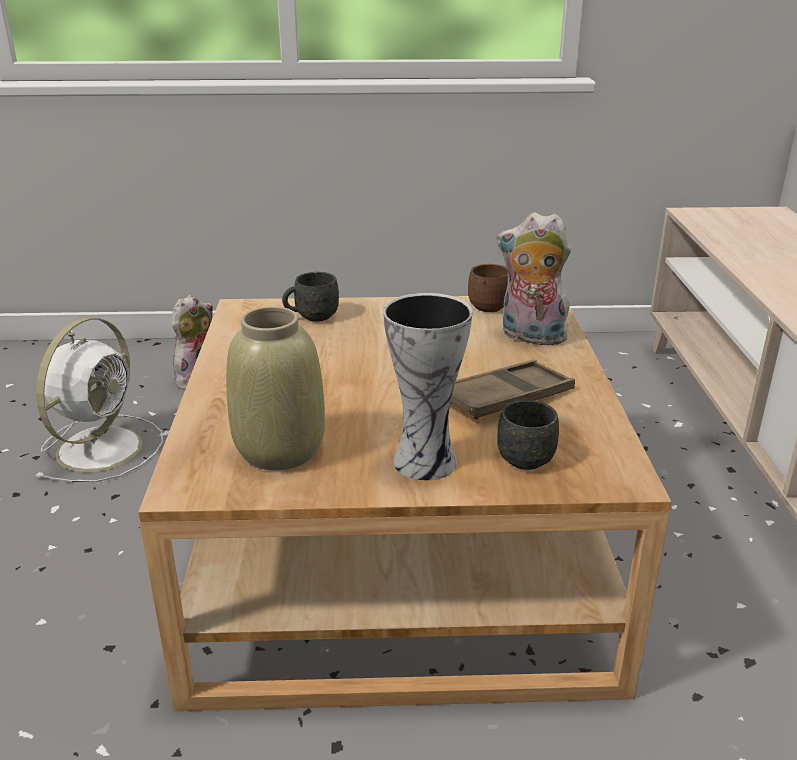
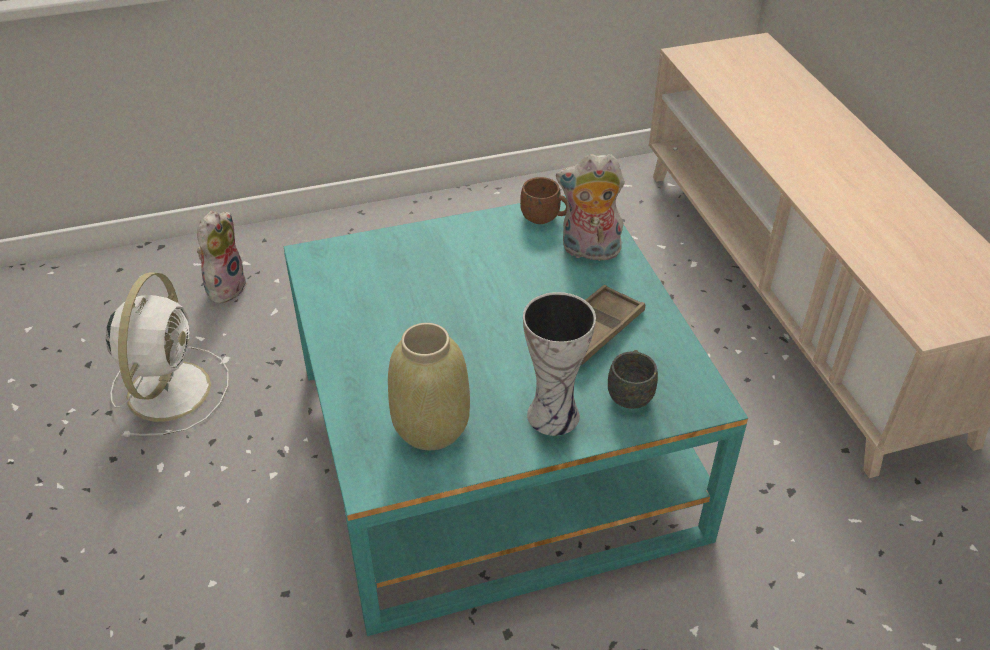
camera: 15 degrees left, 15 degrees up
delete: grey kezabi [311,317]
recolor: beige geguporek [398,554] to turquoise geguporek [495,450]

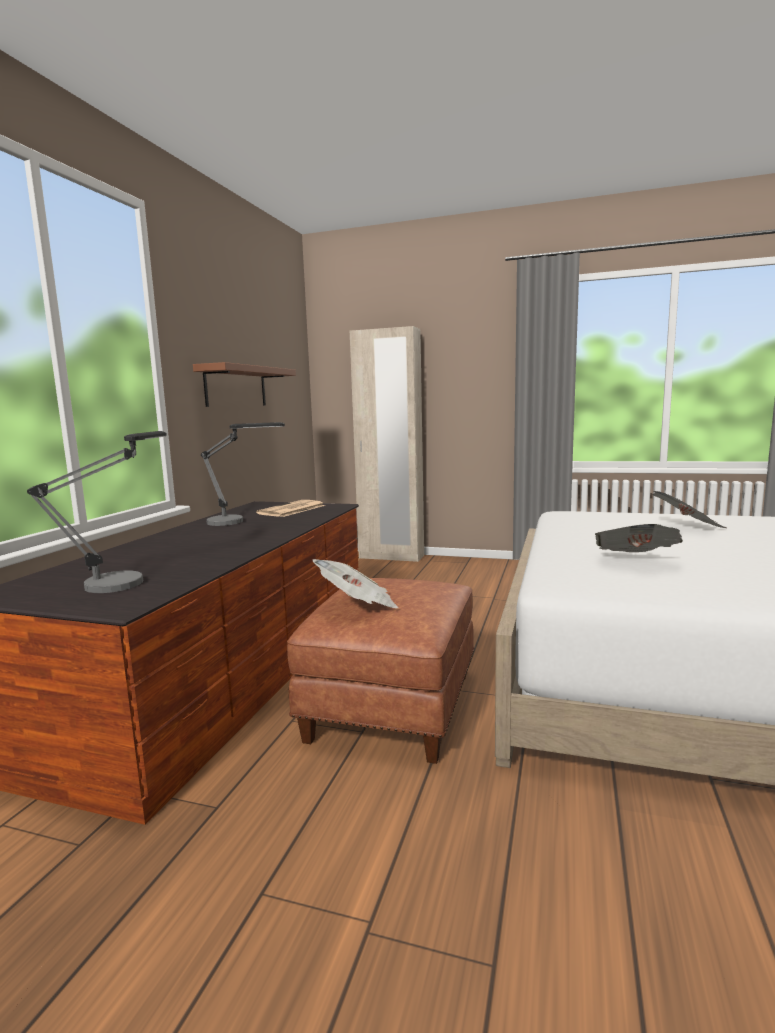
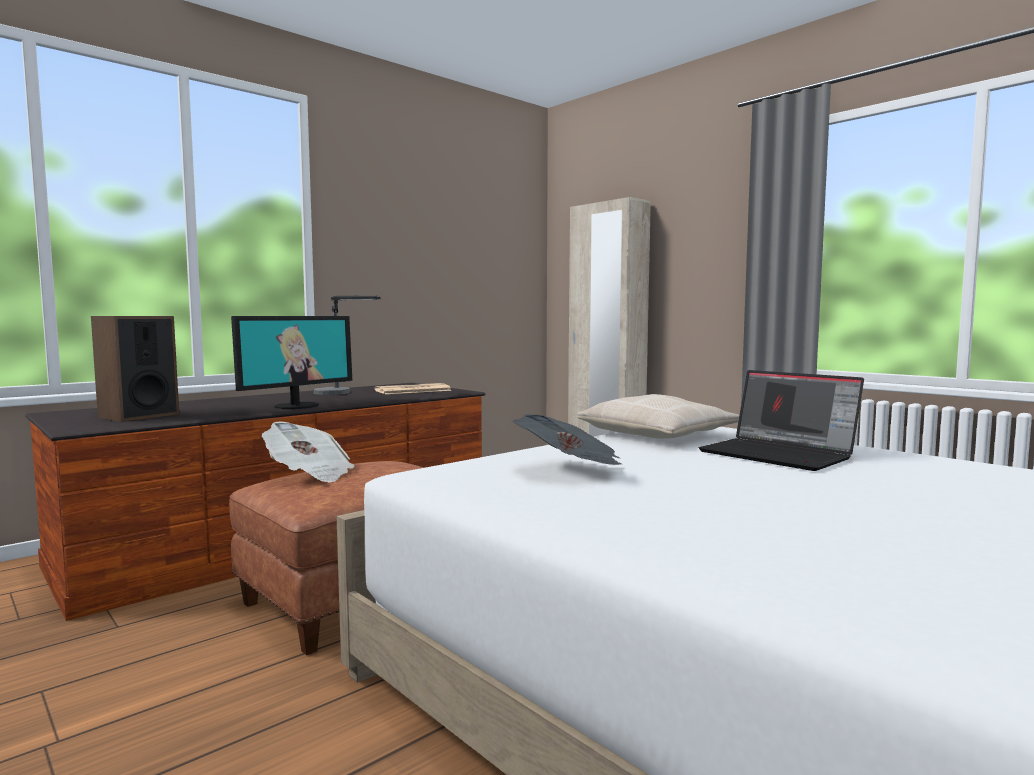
camera: 30 degrees right, 5 degrees down
delete: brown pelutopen [236,387]
insert: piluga [296,406]; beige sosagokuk [658,435]
replace: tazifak [125,579] to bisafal [138,416]; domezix [687,528] to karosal [780,455]

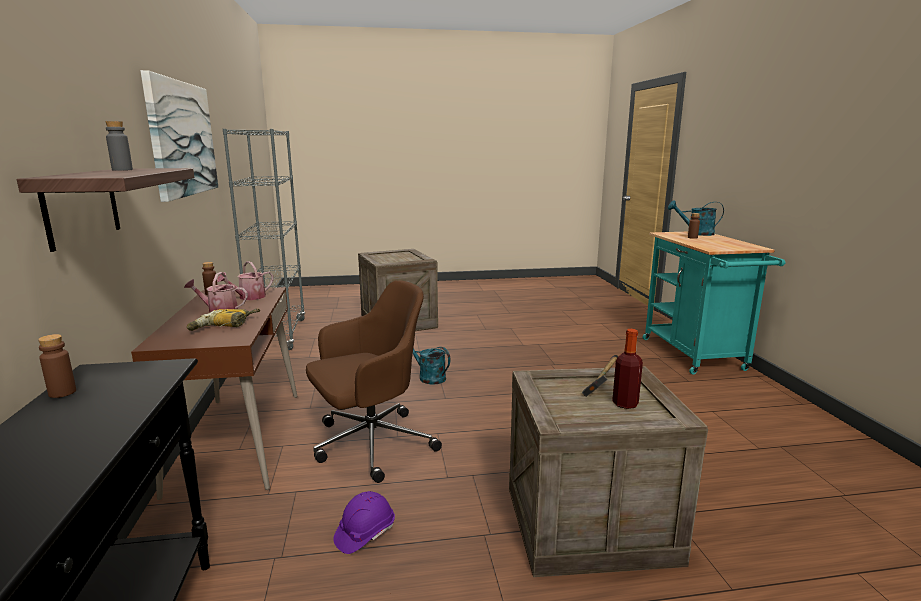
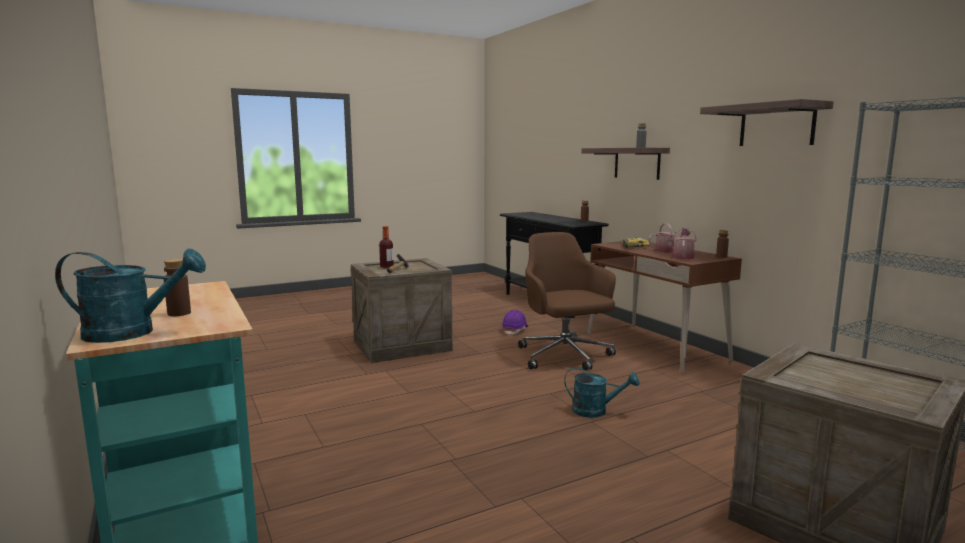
camera: 160 degrees right, 5 degrees down
replace: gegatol [182,138] to pelutopen [776,125]
rotate: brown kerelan [370,444] = [565,356] 120 degrees clockwise

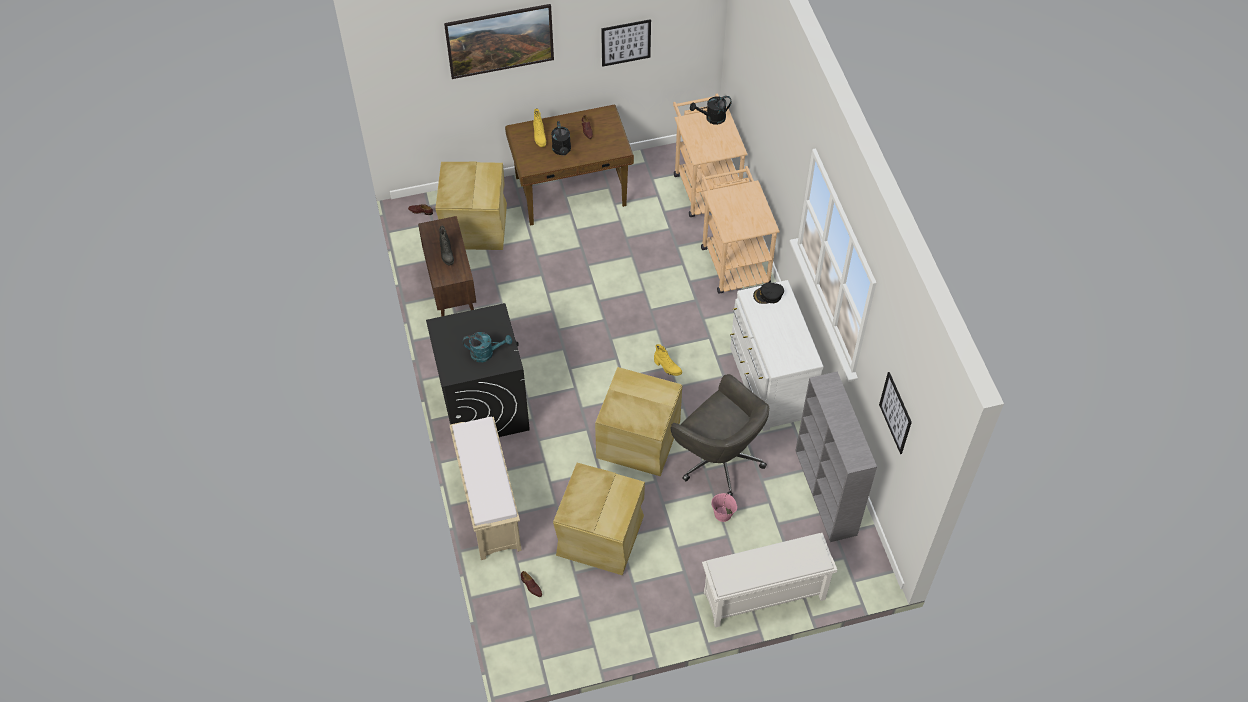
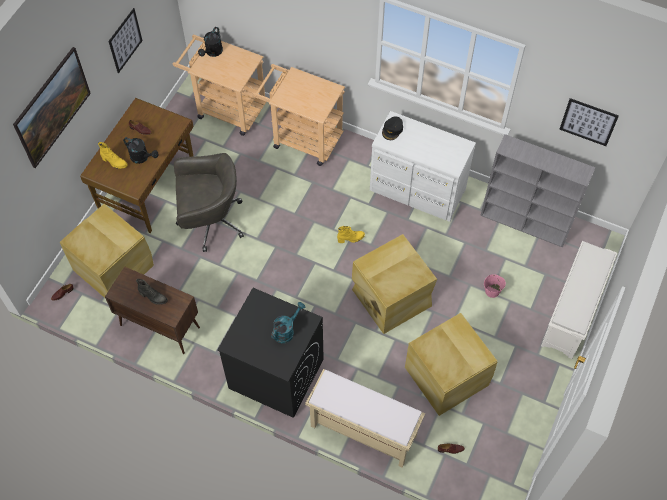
camera: 50 degrees left, 5 degrees up
move: grey kerelan [719,459] to [210,221]

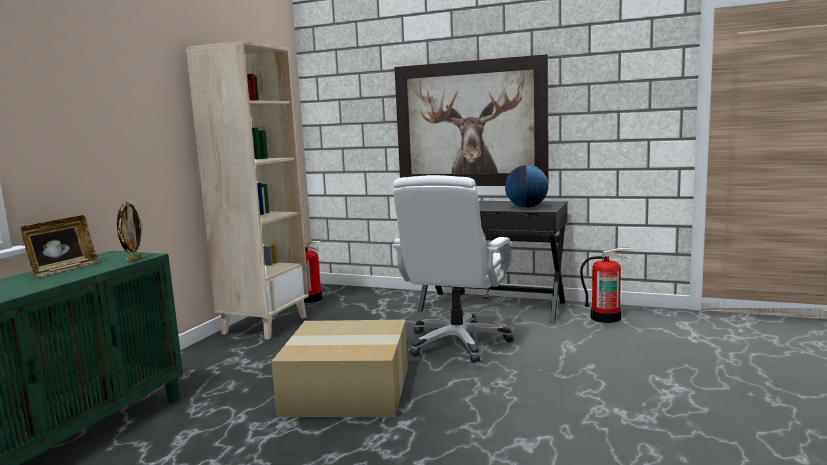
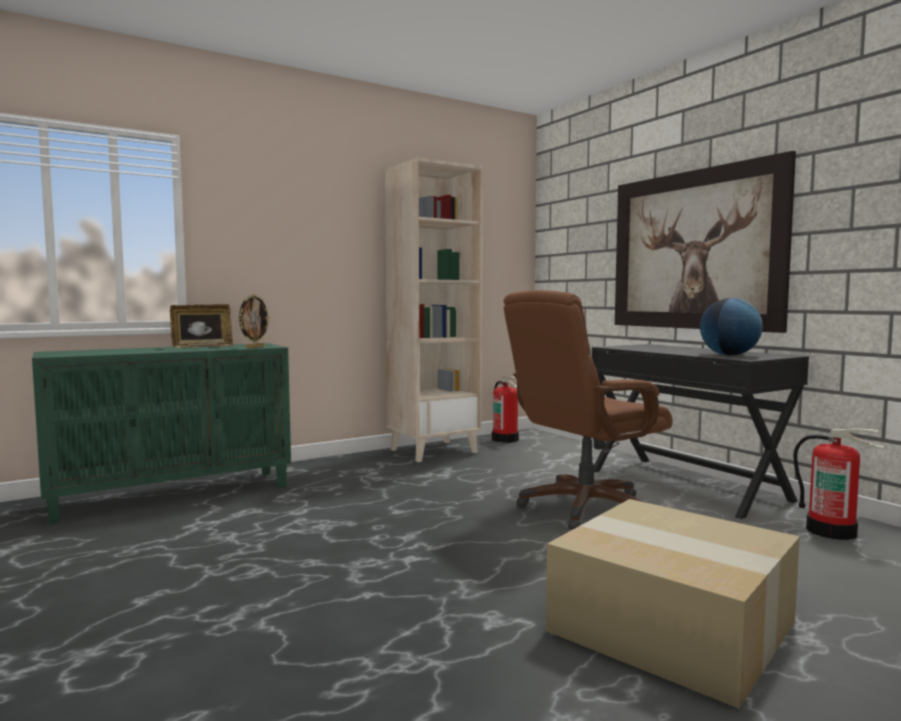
camera: 35 degrees right, 5 degrees down
move: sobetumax [345,391] to [667,626]
recolor: white kerelan [457,343] to brown kerelan [584,508]

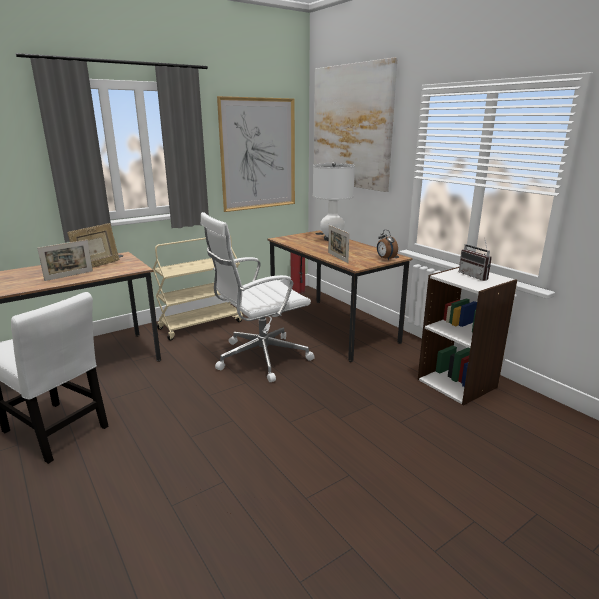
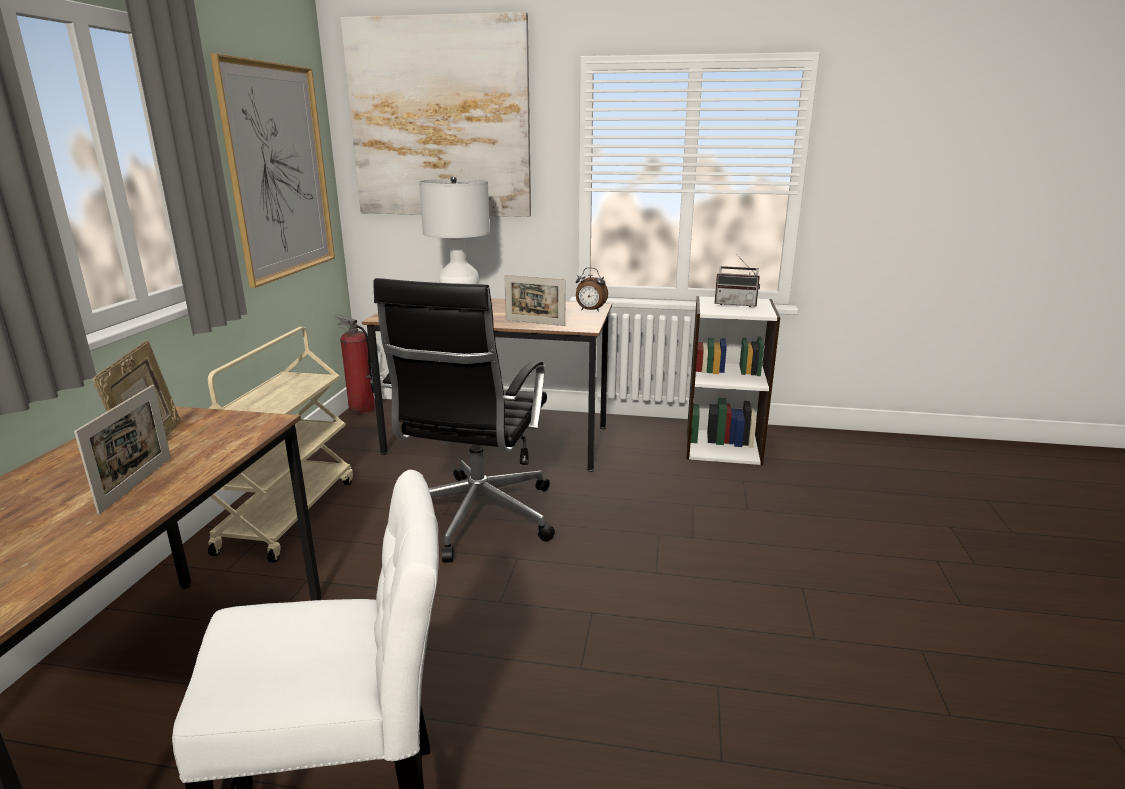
camera: 45 degrees left, 0 degrees up
recolor: white kerelan [259,358] to black kerelan [476,518]

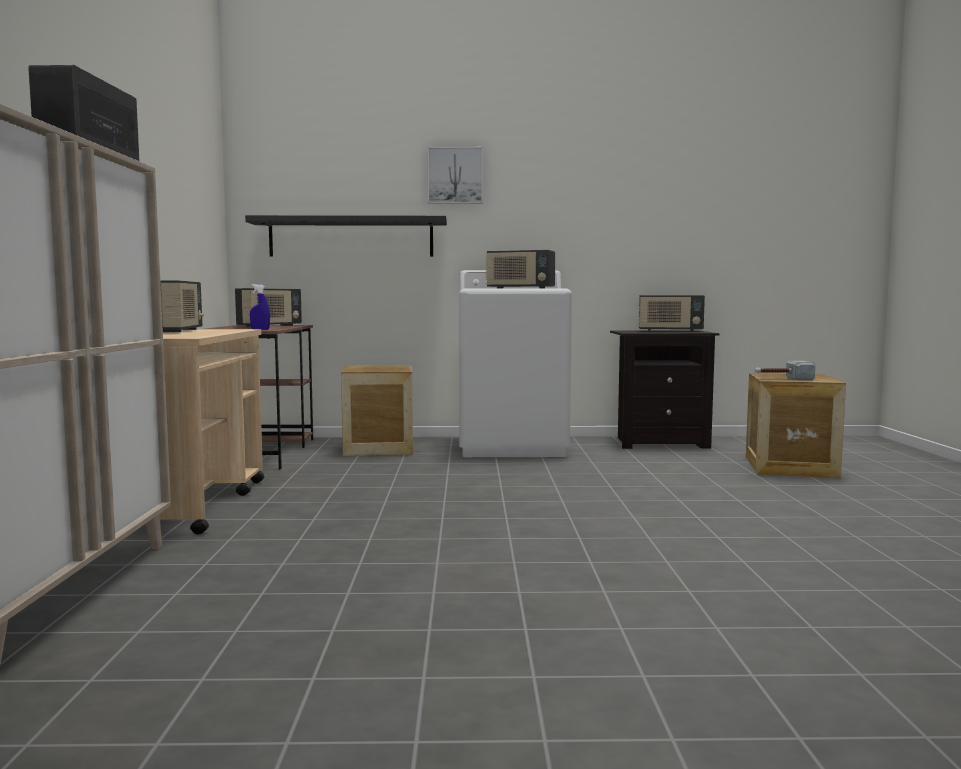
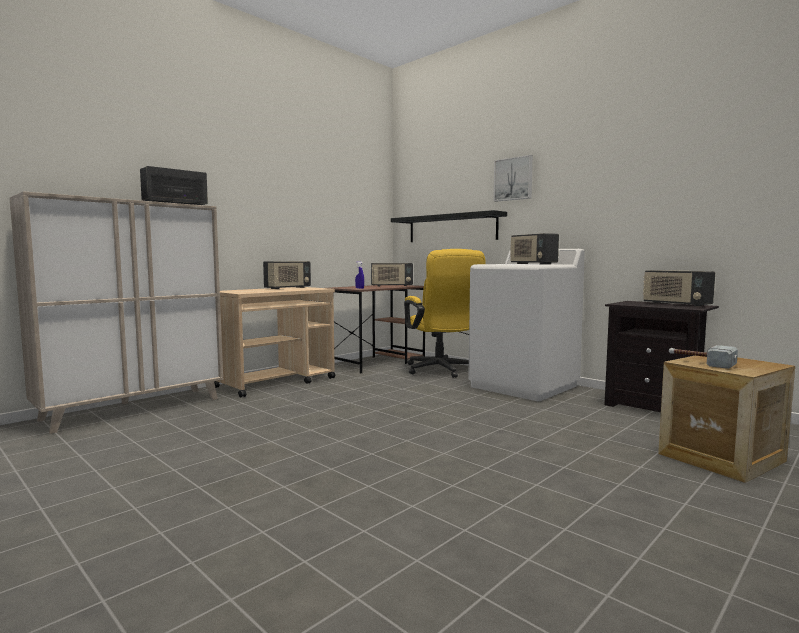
camera: 45 degrees right, 0 degrees up
replace: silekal [379,447] to yellow kerelan [442,371]

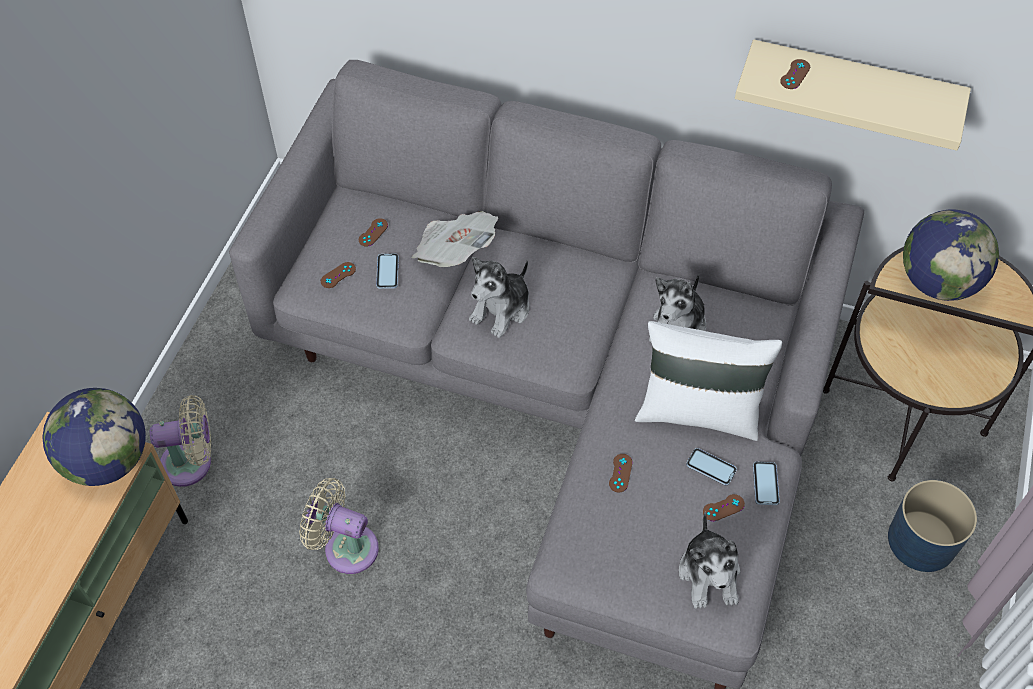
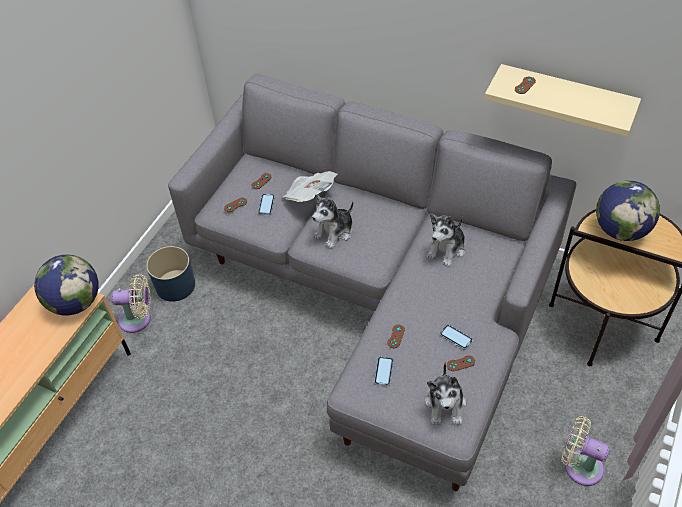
camera: 10 degrees right, 5 degrees down
delete: white sosagokuk [698,411]
move: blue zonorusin [922,541] to [175,286]; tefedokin [765,484] to [383,371]; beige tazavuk [346,547] to [579,465]

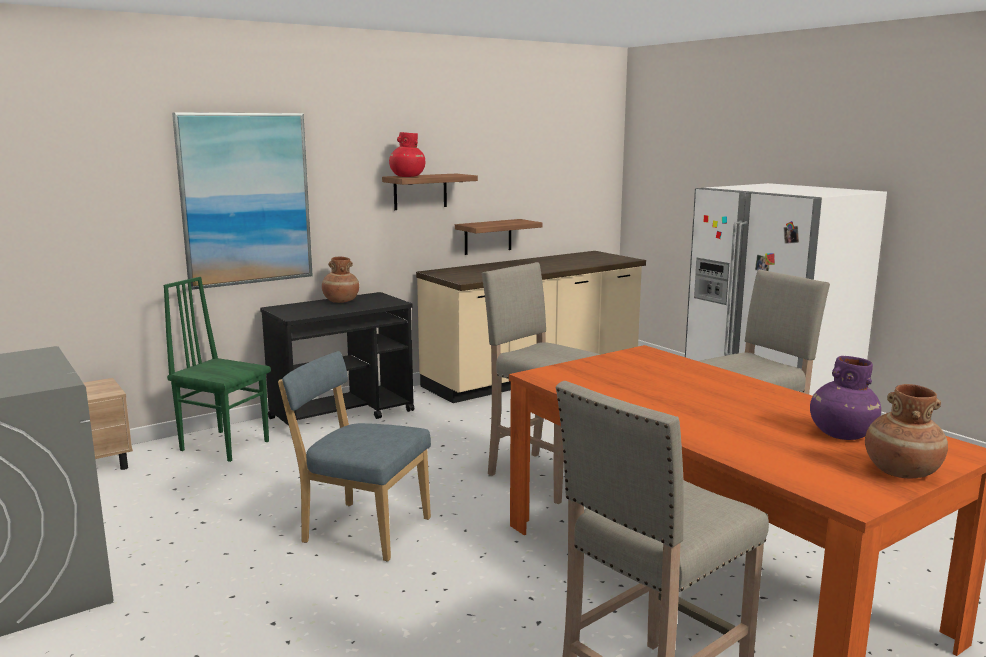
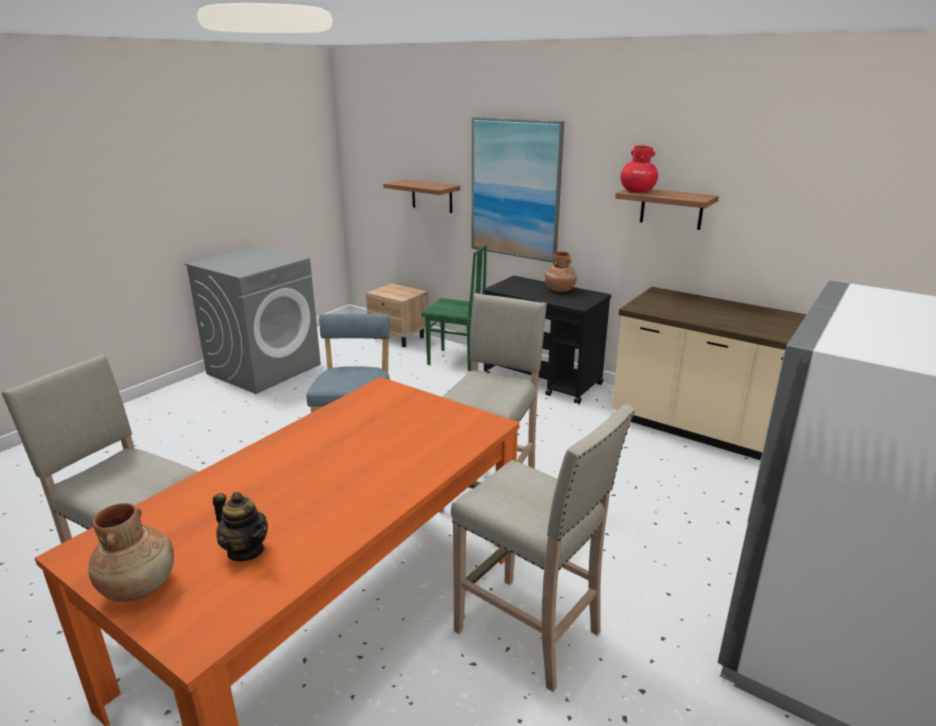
camera: 70 degrees right, 10 degrees up
move: pelutopen [488,236] to [432,196]
replace: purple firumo [841,434] to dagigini [246,550]
rotate: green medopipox [225,445] = [455,360] 105 degrees clockwise

